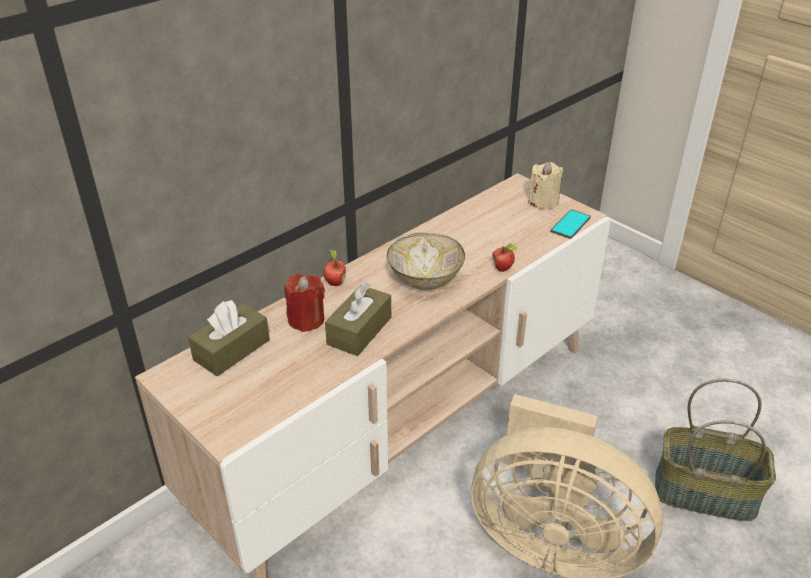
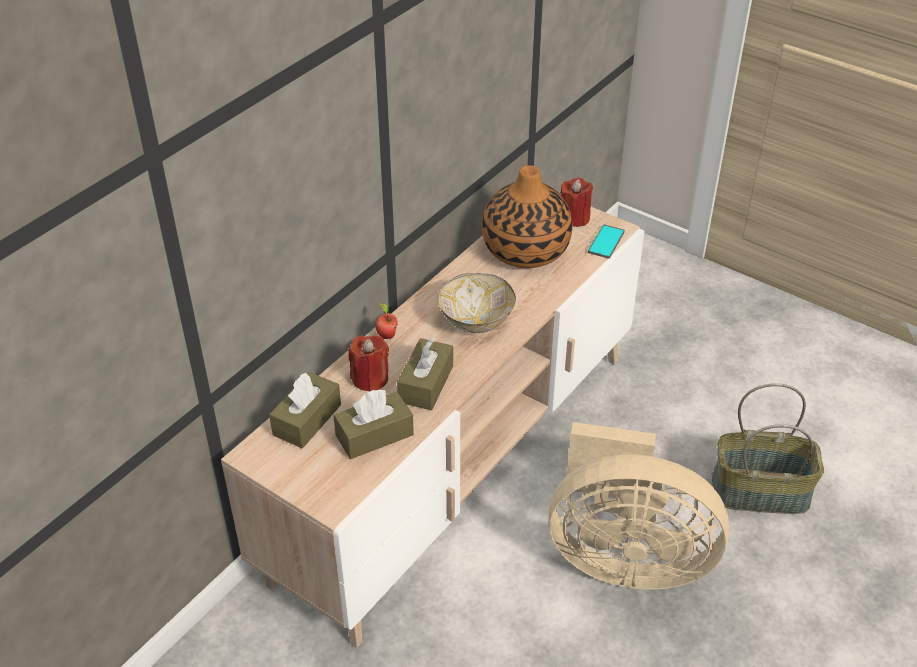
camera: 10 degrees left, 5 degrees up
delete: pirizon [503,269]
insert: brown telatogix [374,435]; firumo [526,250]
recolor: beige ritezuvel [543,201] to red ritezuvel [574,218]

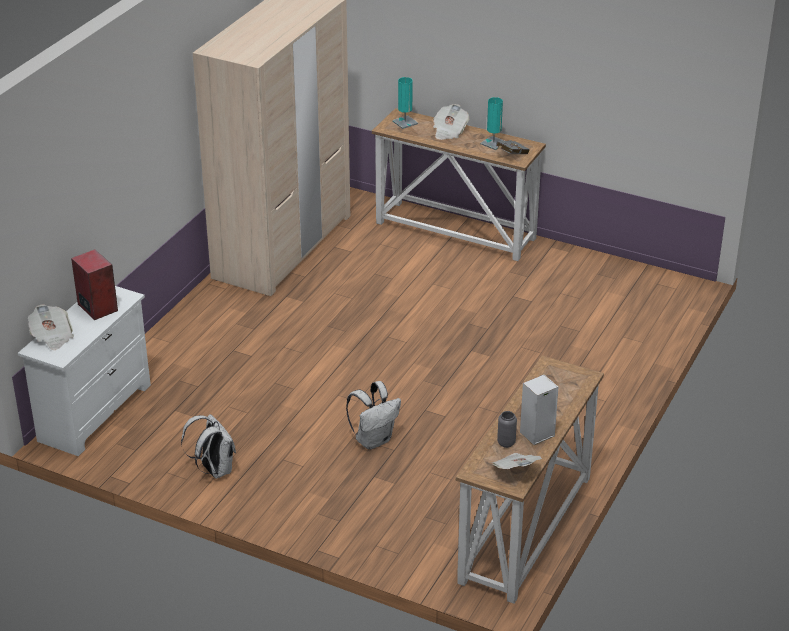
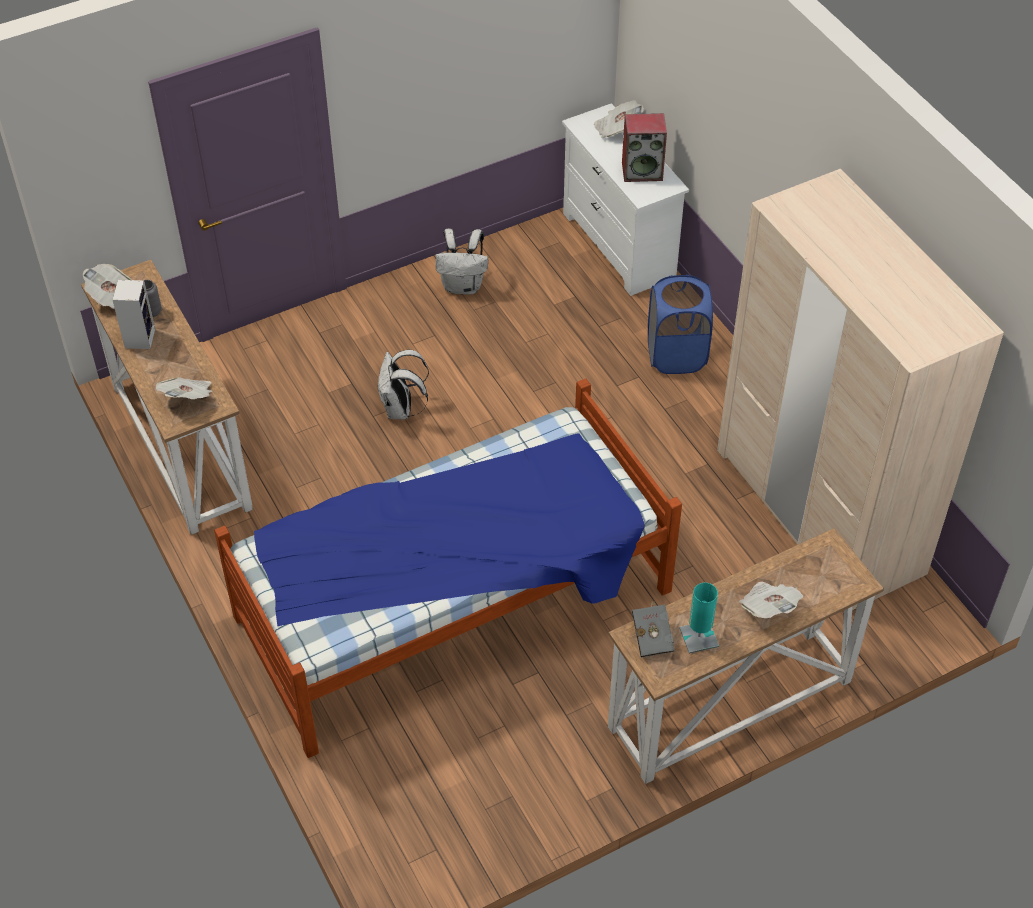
camera: 125 degrees right, 15 degrees up
delete: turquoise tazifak [405,122]
insert: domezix [188,397]; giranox [455,605]; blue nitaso [676,355]

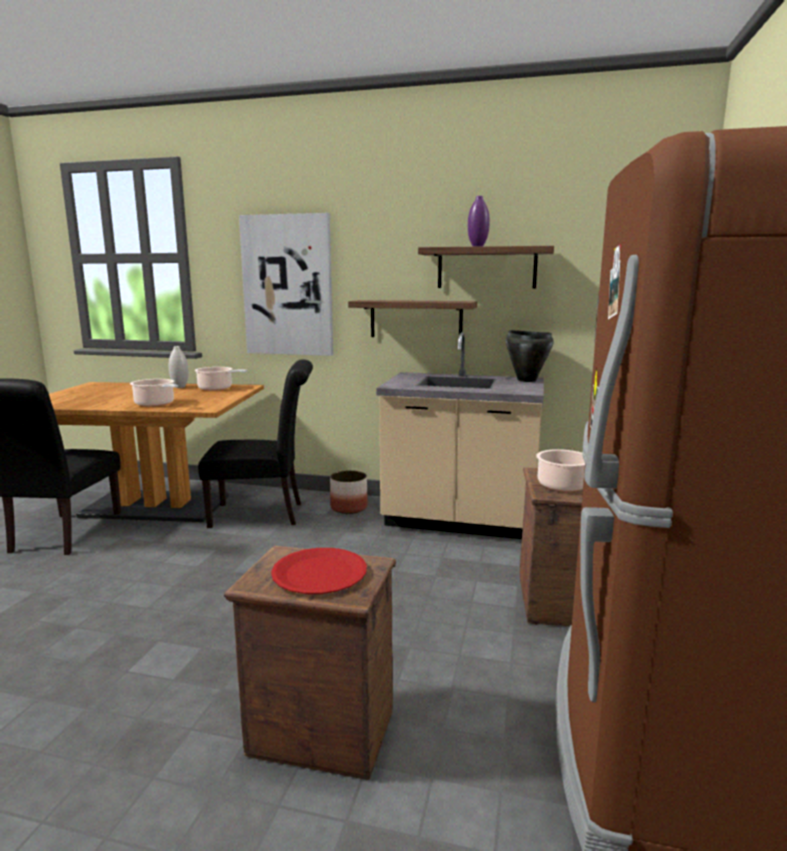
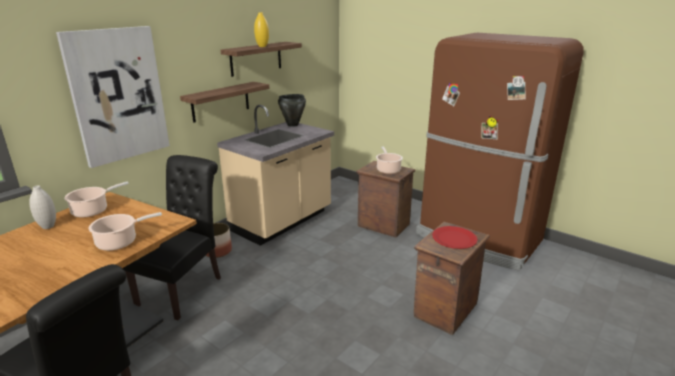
camera: 65 degrees left, 10 degrees up
recolor: purple firumo [477,246] to yellow firumo [262,46]

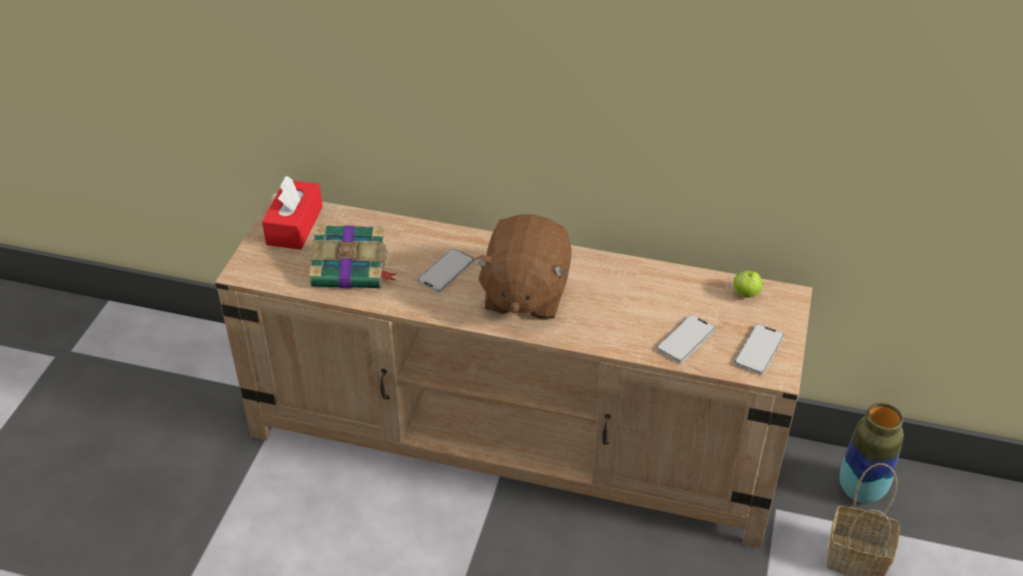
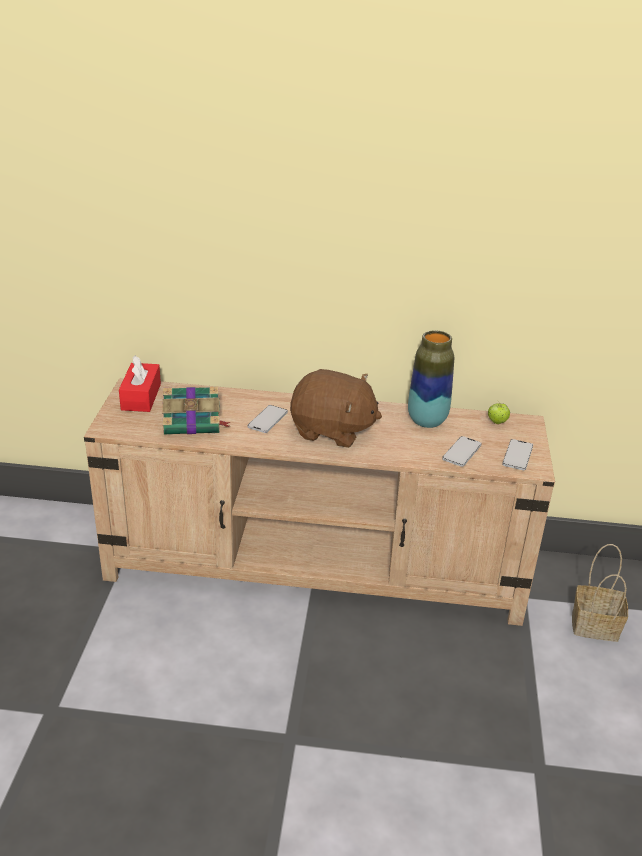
camera: 10 degrees left, 10 degrees down
move: firumo [861,490] to [427,421]
rotate: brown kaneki [524,294] = [332,431] 75 degrees counterclockwise

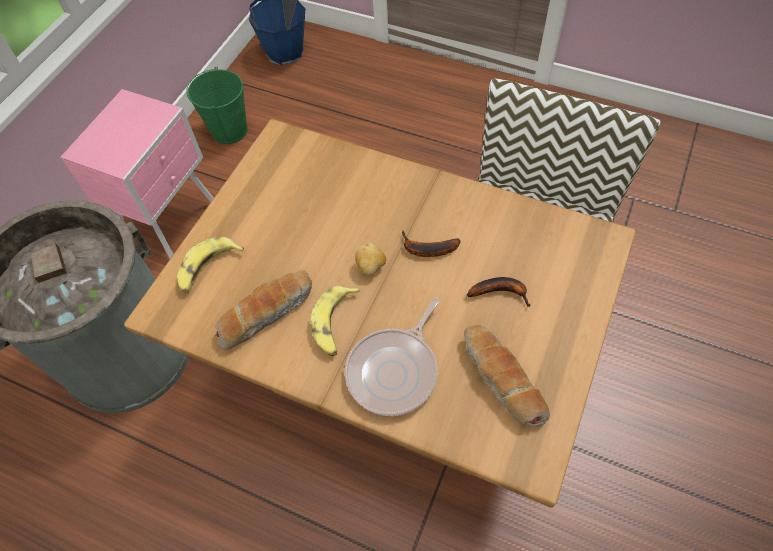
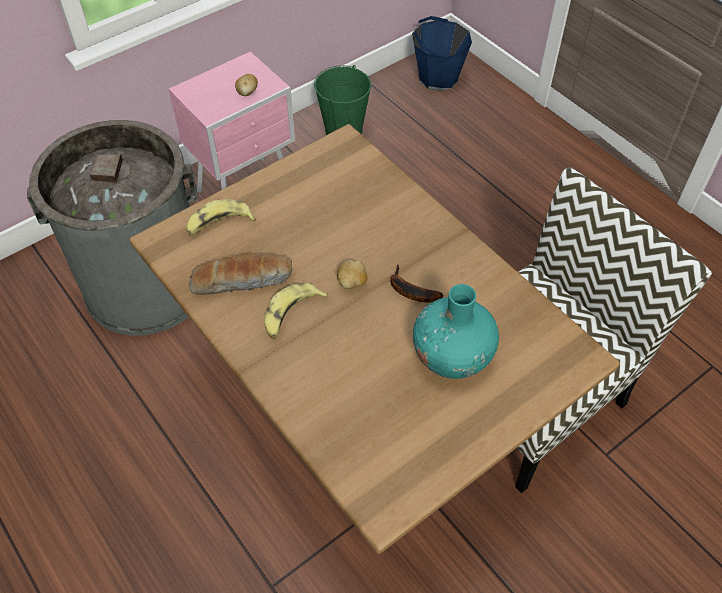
camera: 25 degrees right, 5 degrees down
delete: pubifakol [395,370]; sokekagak [501,380]
insert: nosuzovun [247,93]
replace: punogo [501,291] to turquoise firumo [452,356]

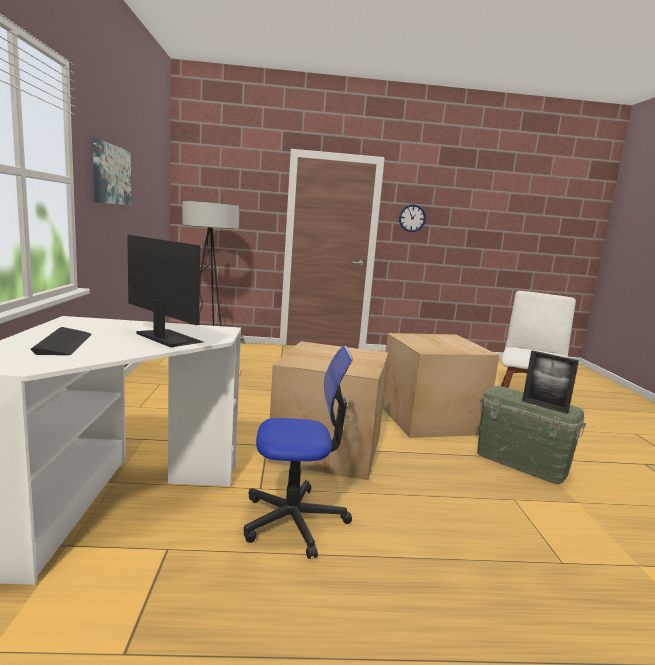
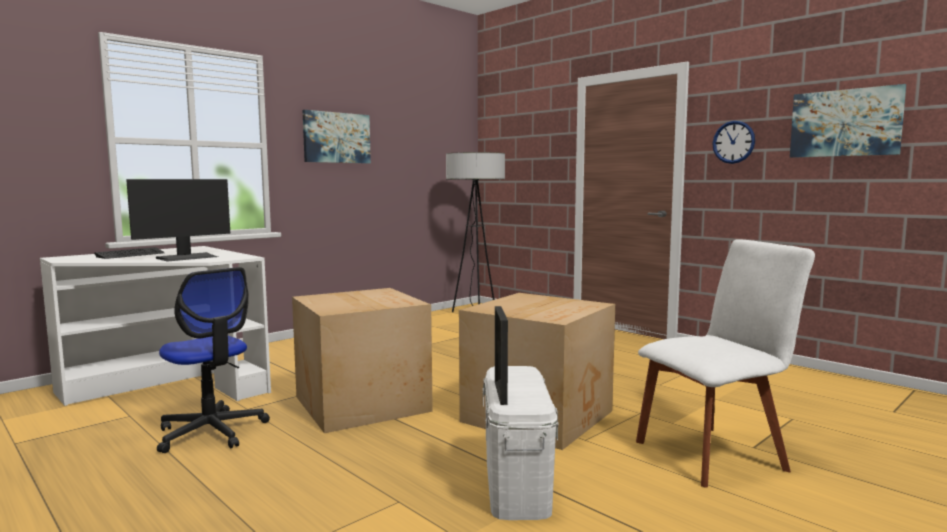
camera: 50 degrees right, 5 degrees down
insert: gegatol [845,123]
recolor: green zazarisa [521,462] to white zazarisa [517,485]
rotate: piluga [168,338] = [187,257] 45 degrees clockwise

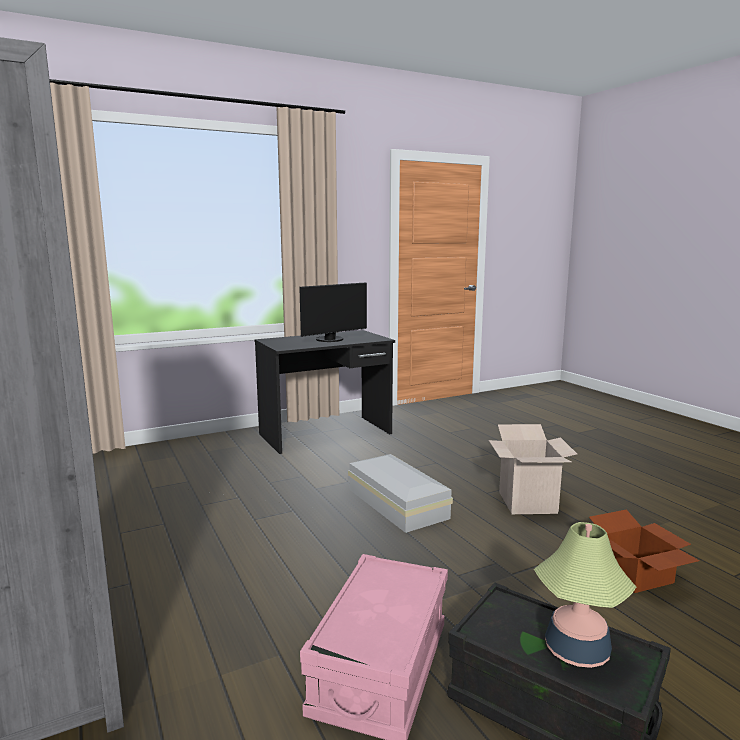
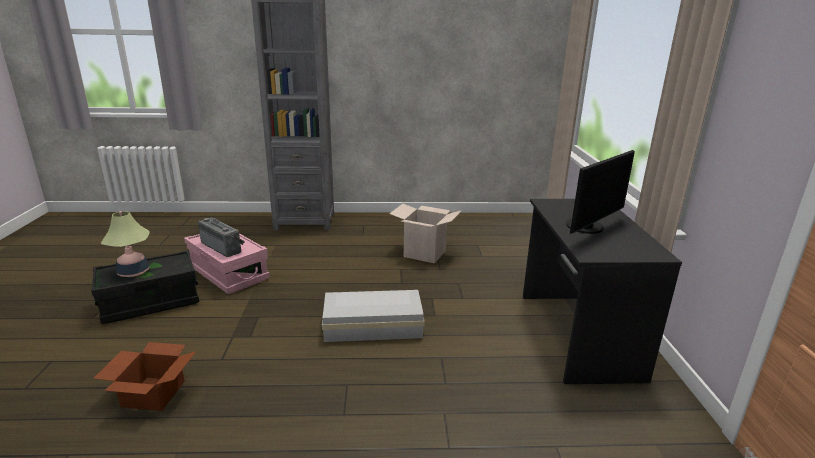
camera: 115 degrees right, 10 degrees up
insert: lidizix [223,247]
move: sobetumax [527,503] to [424,253]
rotate: piluga [331,340] = [588,227] 120 degrees counterclockwise

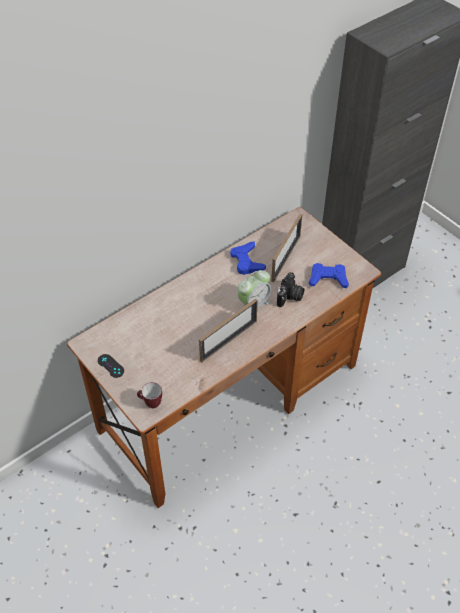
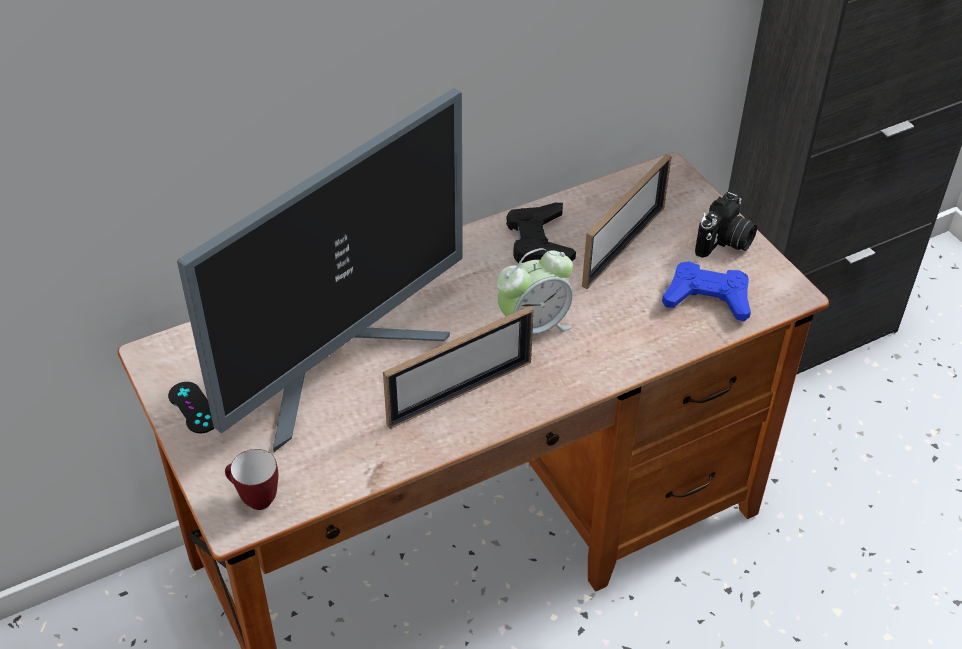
camera: 10 degrees right, 5 degrees down
insert: piluga [341,363]
move: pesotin [290,297] to [725,242]
recolor: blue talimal [246,261] to black talimal [539,241]

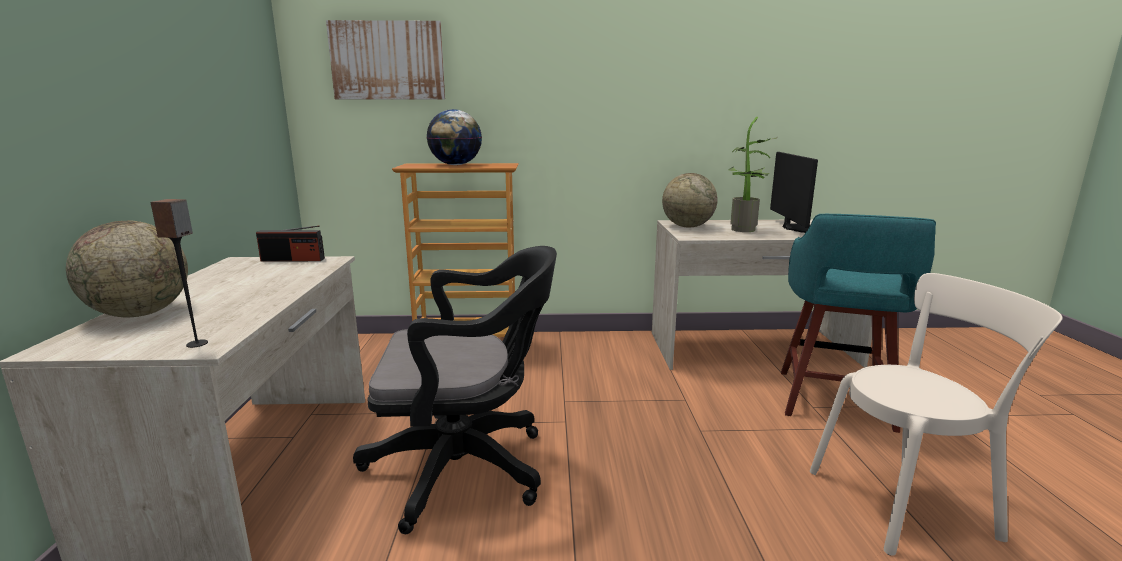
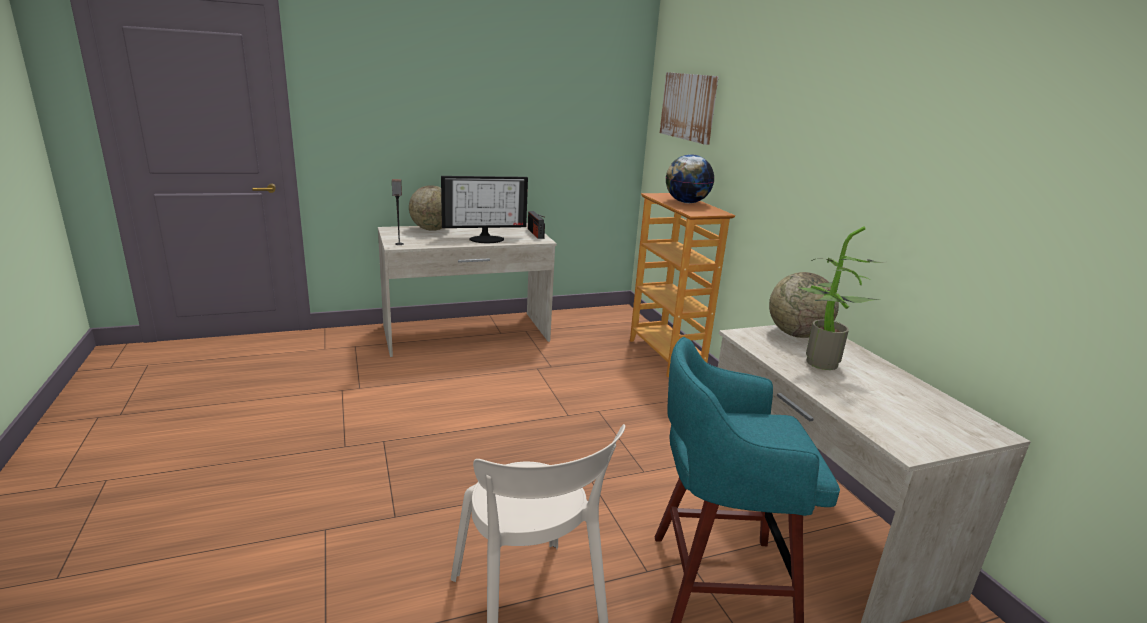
camera: 70 degrees right, 5 degrees up
delete: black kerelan [467,468]
move: piluga [796,228] to [486,238]

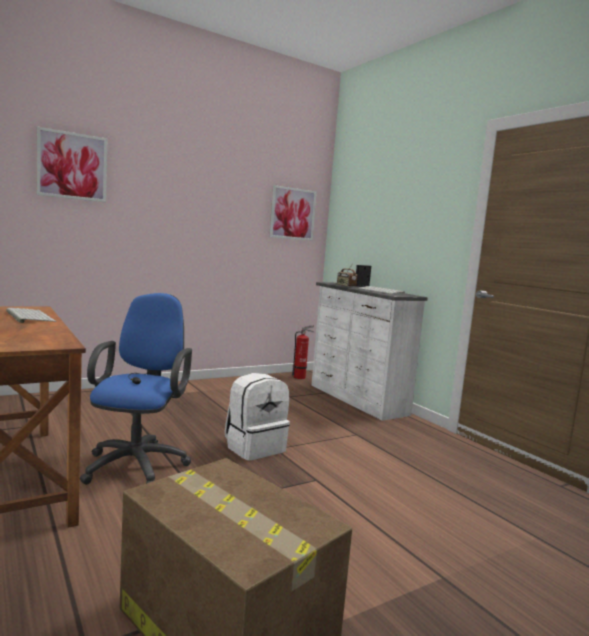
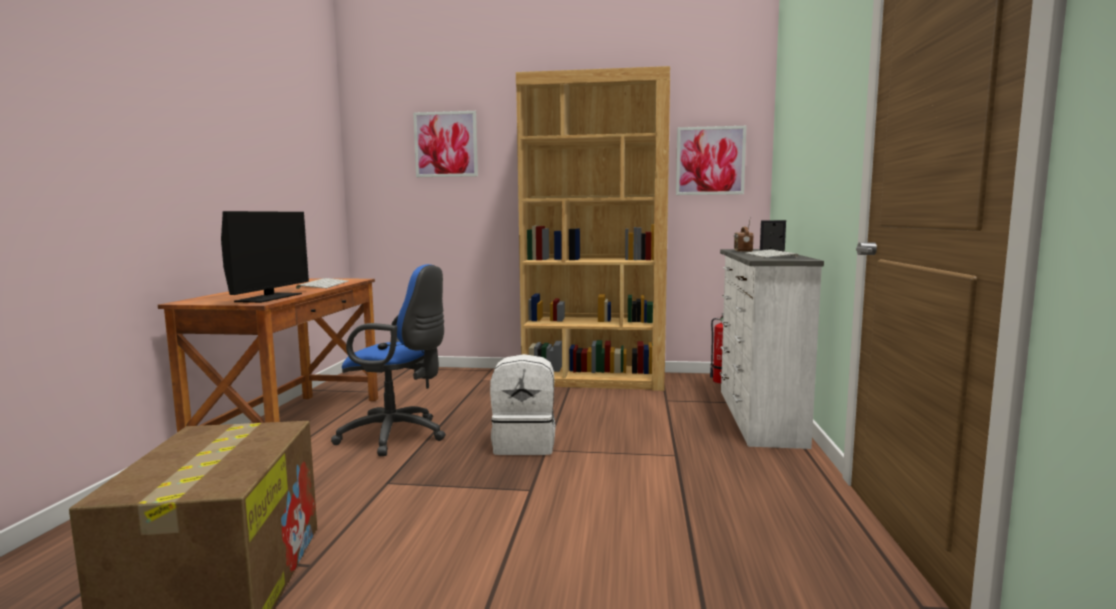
camera: 40 degrees right, 0 degrees up
insert: piluga [269,297]; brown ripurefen [594,380]
rotate: blue kerelan [138,464] = [398,436] 60 degrees clockwise

